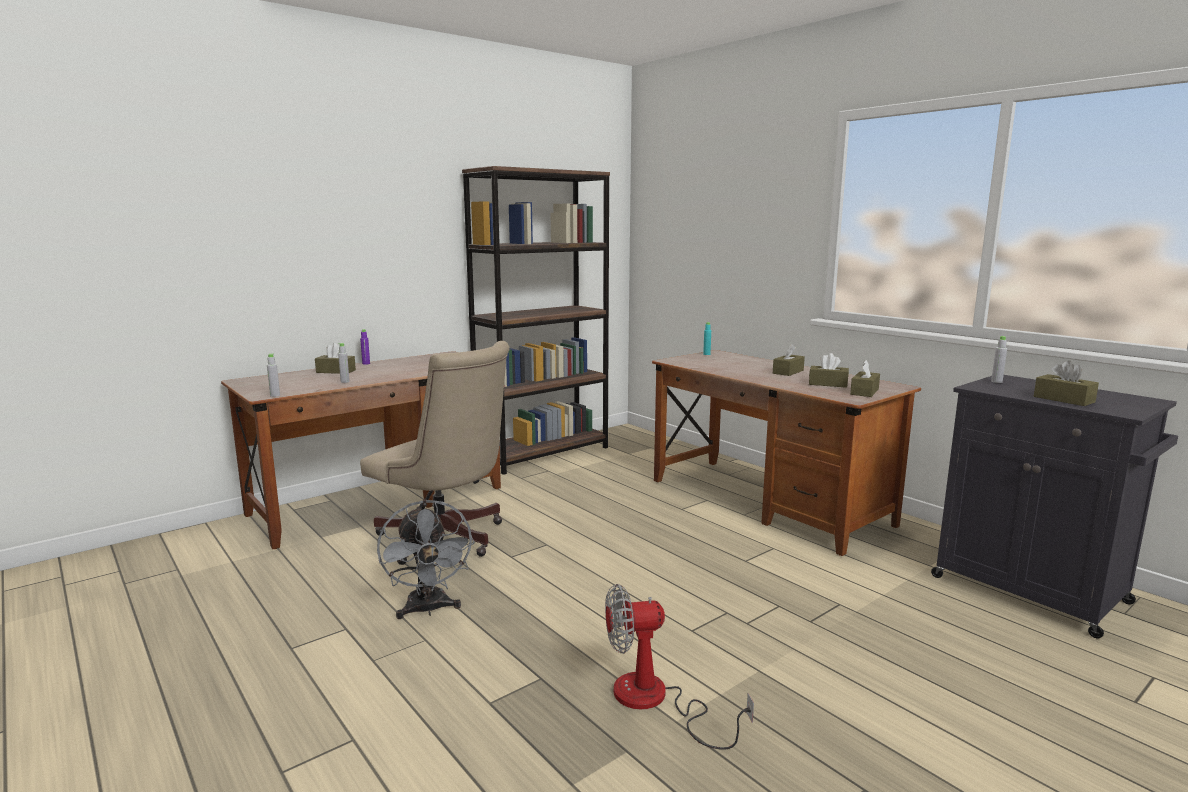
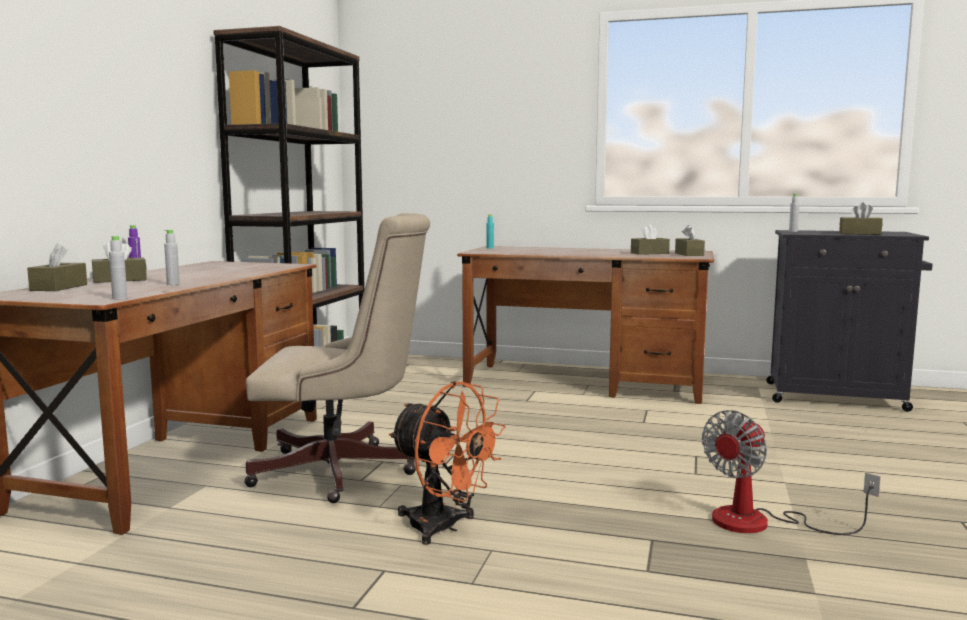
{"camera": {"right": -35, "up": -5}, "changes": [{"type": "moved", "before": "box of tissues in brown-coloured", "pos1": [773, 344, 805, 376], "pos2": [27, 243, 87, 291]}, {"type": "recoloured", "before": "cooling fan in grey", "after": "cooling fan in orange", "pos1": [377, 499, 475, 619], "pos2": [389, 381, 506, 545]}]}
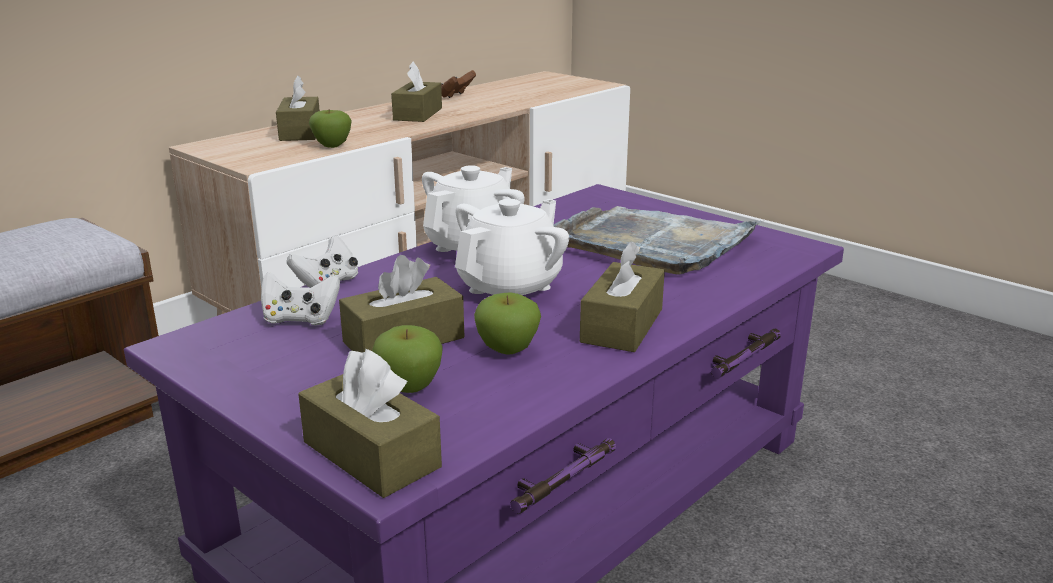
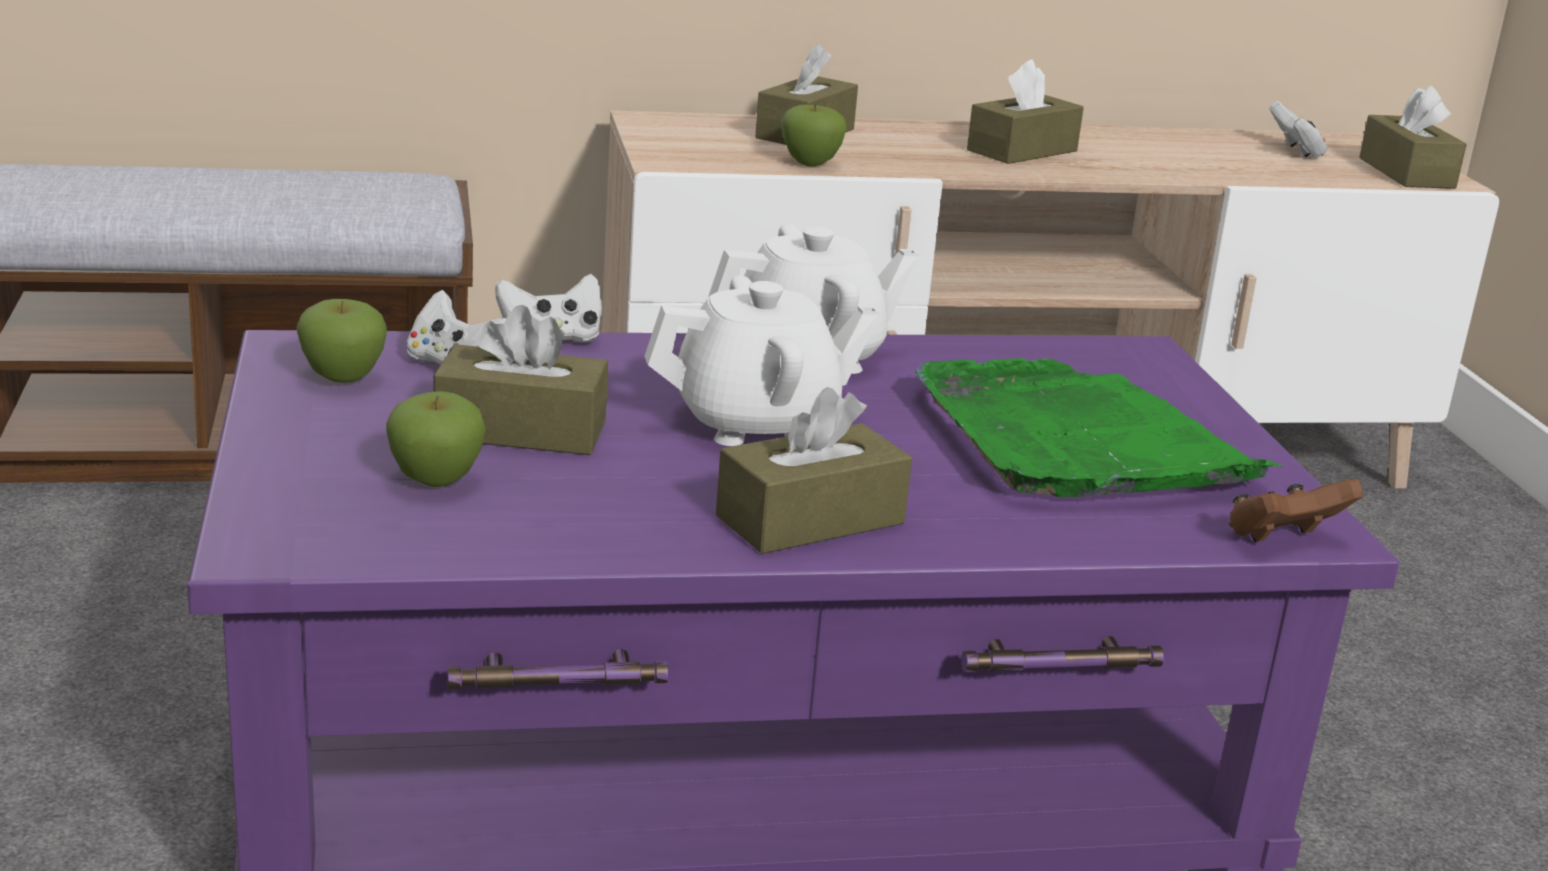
{"camera": {"right": 35, "up": 0}, "changes": [{"type": "moved", "before": "joypad in brown-coloured", "pos1": [441, 70, 476, 98], "pos2": [1229, 479, 1363, 542]}, {"type": "recoloured", "before": "carrying tray in grey", "after": "carrying tray in green-coloured", "pos1": [553, 206, 763, 275], "pos2": [915, 357, 1282, 497]}, {"type": "moved", "before": "whole apple", "pos1": [474, 292, 541, 354], "pos2": [297, 299, 387, 382]}, {"type": "moved", "before": "box of tissues in brown-coloured", "pos1": [298, 349, 442, 498], "pos2": [1359, 85, 1467, 189]}, {"type": "added", "after": "joypad in white", "pos2": [1269, 101, 1327, 158]}]}
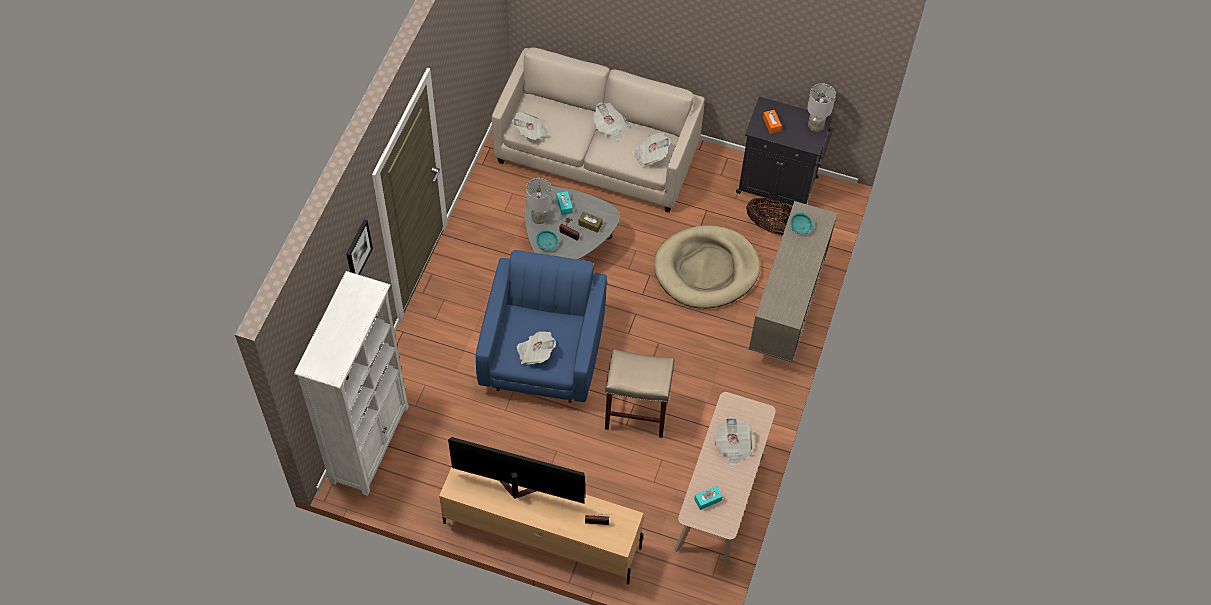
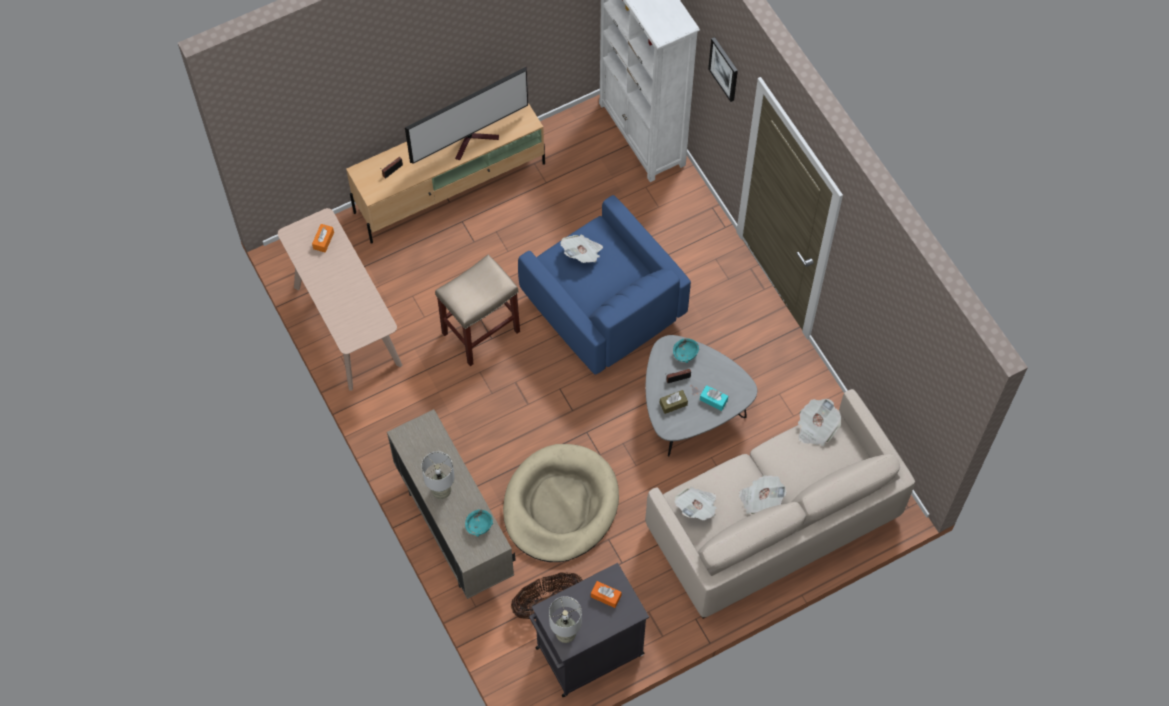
{"camera": {"right": 135, "up": 5}, "changes": [{"type": "moved", "before": "table lamp in grey", "pos1": [526, 178, 552, 224], "pos2": [421, 451, 455, 499]}, {"type": "removed", "before": "printed paper", "pos1": [715, 416, 753, 466]}, {"type": "recoloured", "before": "box of tissues in turquoise-coloured", "after": "box of tissues in orange", "pos1": [694, 486, 723, 510], "pos2": [312, 224, 334, 253]}]}
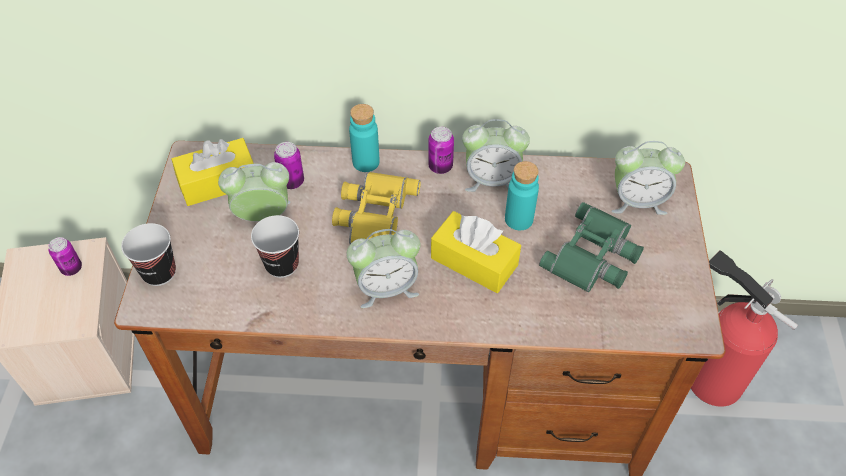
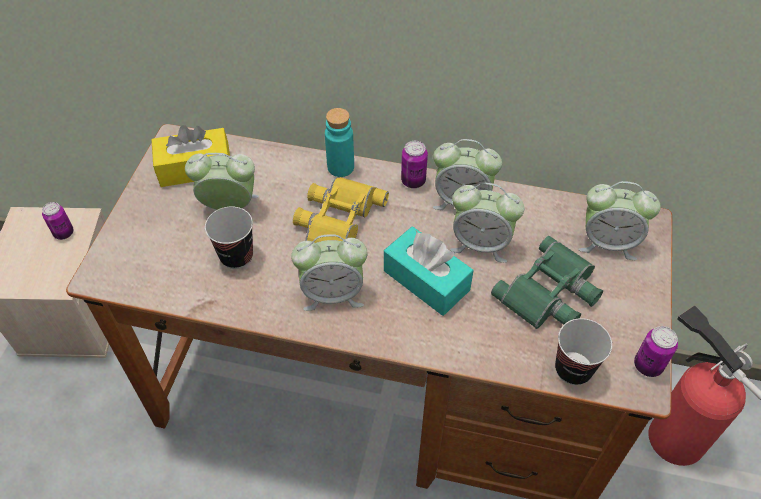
{"camera": {"right": 10, "up": 0}, "changes": [{"type": "moved", "before": "metal can", "pos1": [274, 142, 304, 189], "pos2": [634, 326, 678, 377]}, {"type": "replaced", "before": "drink bottle in turquoise-coloured", "after": "bedside clock", "pos1": [505, 161, 539, 230], "pos2": [450, 183, 524, 263]}, {"type": "recoloured", "before": "box of tissues in yellow-coloured", "after": "box of tissues in turquoise-coloured", "pos1": [431, 211, 521, 293], "pos2": [384, 227, 474, 316]}, {"type": "moved", "before": "drinking cup", "pos1": [121, 223, 176, 286], "pos2": [555, 318, 612, 385]}]}
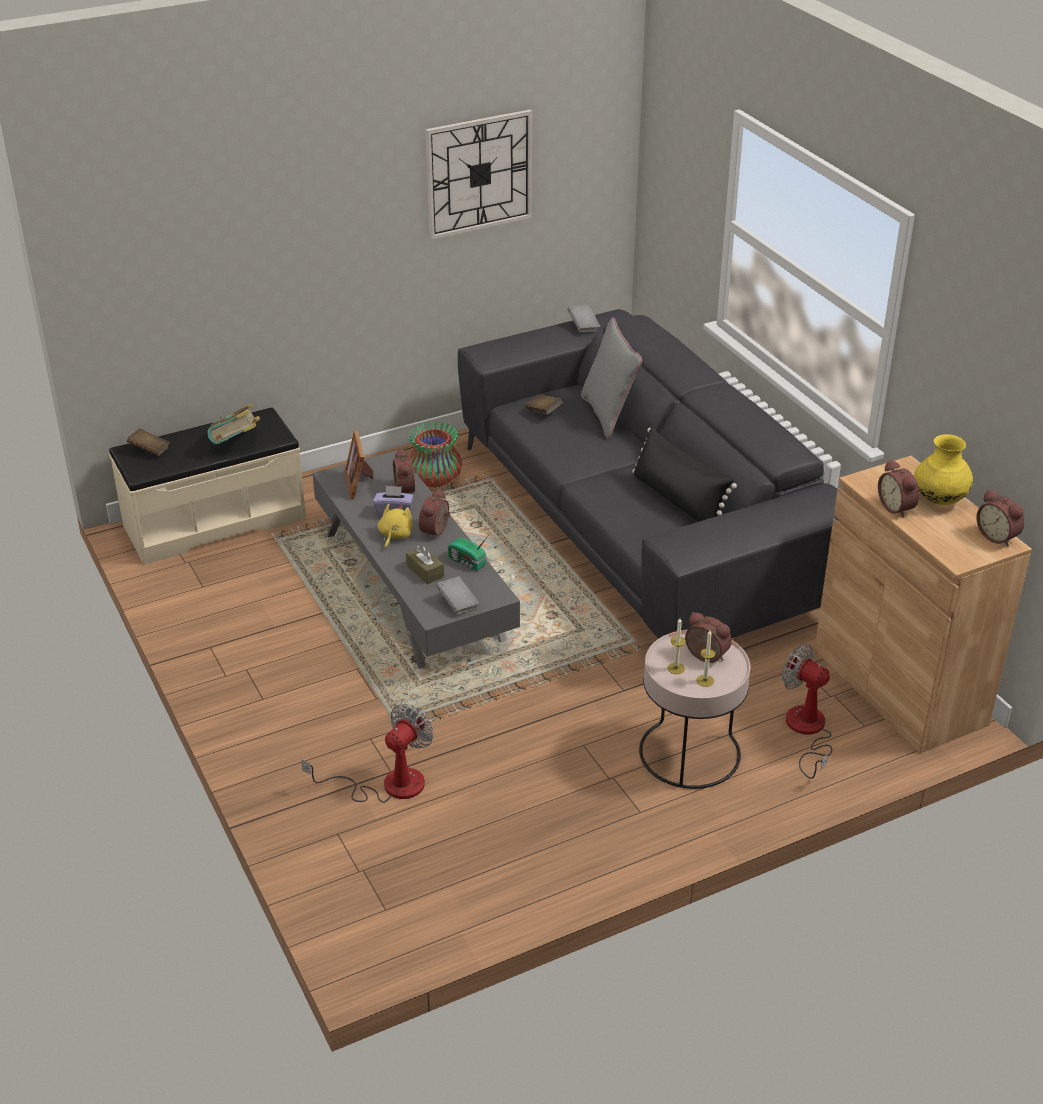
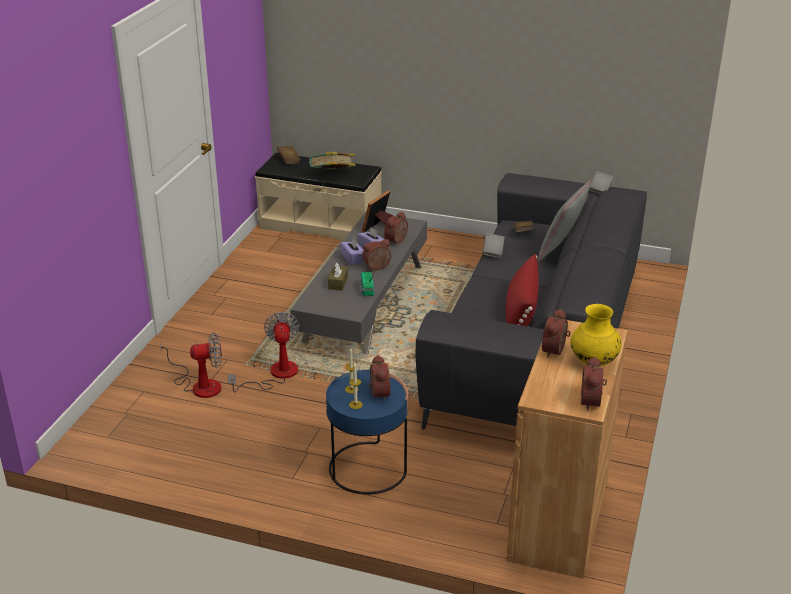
{"camera": {"right": 45, "up": -5}, "changes": [{"type": "removed", "before": "wall clock", "pos1": [425, 110, 533, 240]}, {"type": "removed", "before": "flower vase", "pos1": [408, 422, 462, 488]}, {"type": "recoloured", "before": "cushion in black", "after": "cushion in red", "pos1": [632, 427, 737, 522], "pos2": [506, 254, 539, 326]}, {"type": "replaced", "before": "cuddly toy in yellow-coloured", "after": "box of tissues in purplish", "pos1": [378, 503, 413, 549], "pos2": [340, 237, 364, 265]}, {"type": "moved", "before": "book in grey", "pos1": [436, 576, 479, 614], "pos2": [482, 233, 505, 258]}, {"type": "recoloured", "before": "side table in pink-coloured", "after": "side table in blue-coloured", "pos1": [639, 630, 750, 789], "pos2": [326, 370, 408, 494]}, {"type": "moved", "before": "cooling fan", "pos1": [782, 644, 832, 779], "pos2": [228, 312, 300, 392]}]}
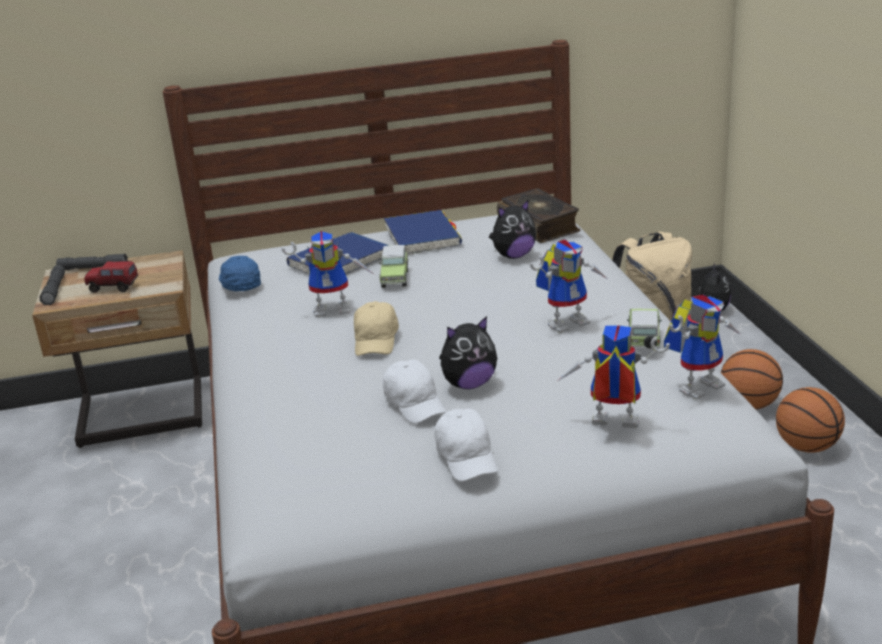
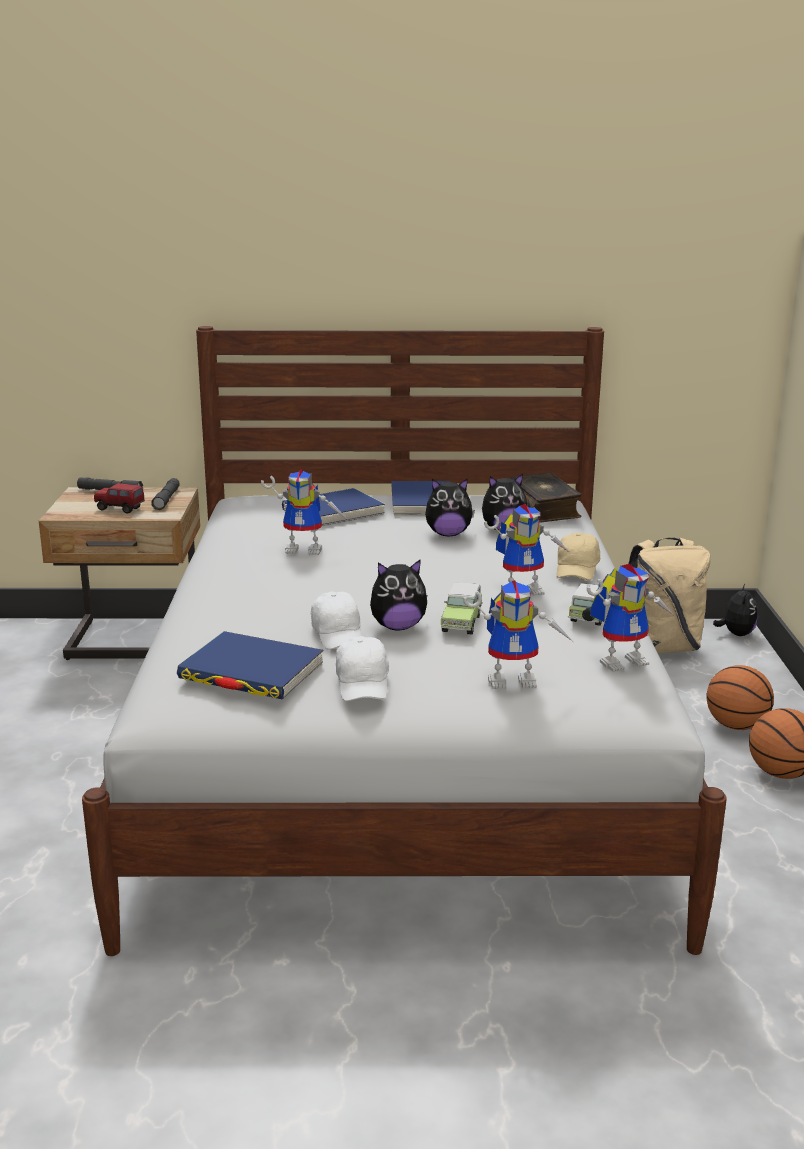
{"camera": {"right": 10, "up": -5}, "changes": [{"type": "moved", "before": "miniature car", "pos1": [379, 245, 408, 288], "pos2": [441, 582, 483, 635]}, {"type": "removed", "before": "peaked cap in blue-coloured", "pos1": [219, 256, 261, 291]}, {"type": "moved", "before": "torch in grey", "pos1": [40, 265, 65, 305], "pos2": [151, 478, 180, 510]}, {"type": "moved", "before": "peaked cap in beige-coloured", "pos1": [354, 301, 399, 356], "pos2": [556, 532, 600, 581]}, {"type": "turned", "before": "toy robot", "pos1": [558, 325, 670, 428], "pos2": [463, 580, 572, 689], "turn": 150}, {"type": "added", "after": "cuddly toy", "pos2": [425, 478, 475, 536]}, {"type": "added", "after": "book in blue-coloured", "pos2": [177, 631, 323, 699]}]}
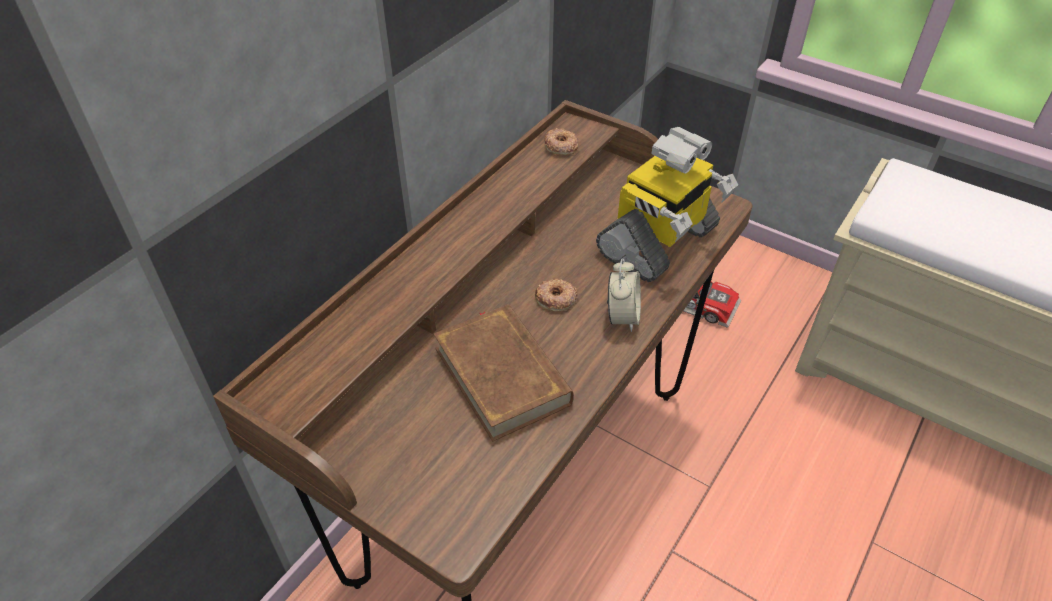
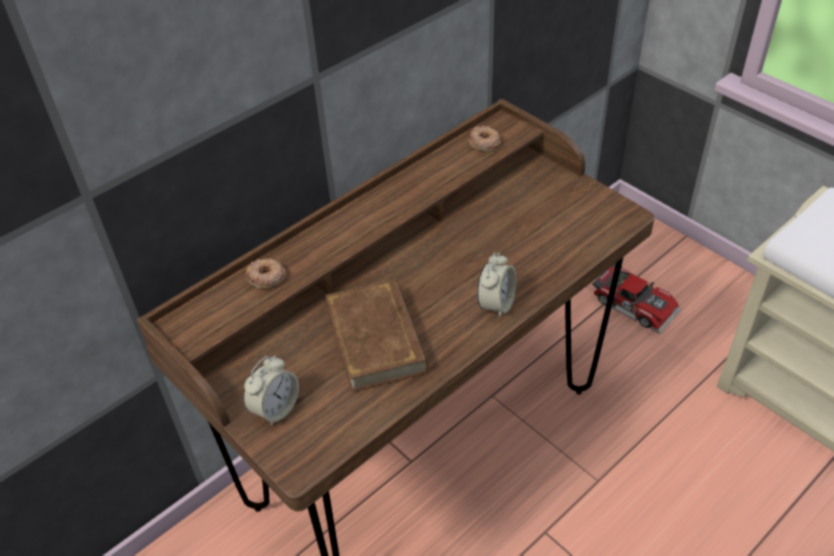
{"camera": {"right": 15, "up": 0}, "changes": [{"type": "removed", "before": "toy robot", "pos1": [596, 127, 738, 282]}, {"type": "moved", "before": "ring doughnut", "pos1": [535, 279, 578, 311], "pos2": [245, 258, 286, 289]}, {"type": "added", "after": "bedside clock", "pos2": [243, 356, 299, 426]}]}
